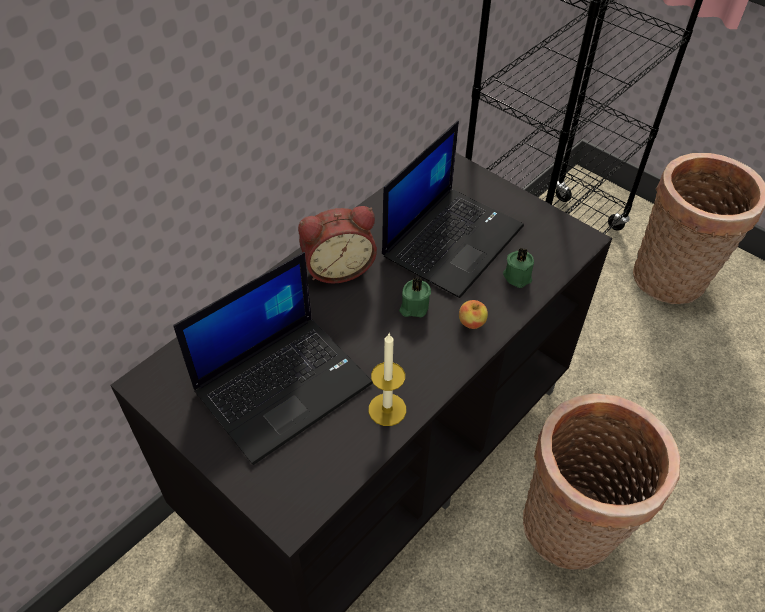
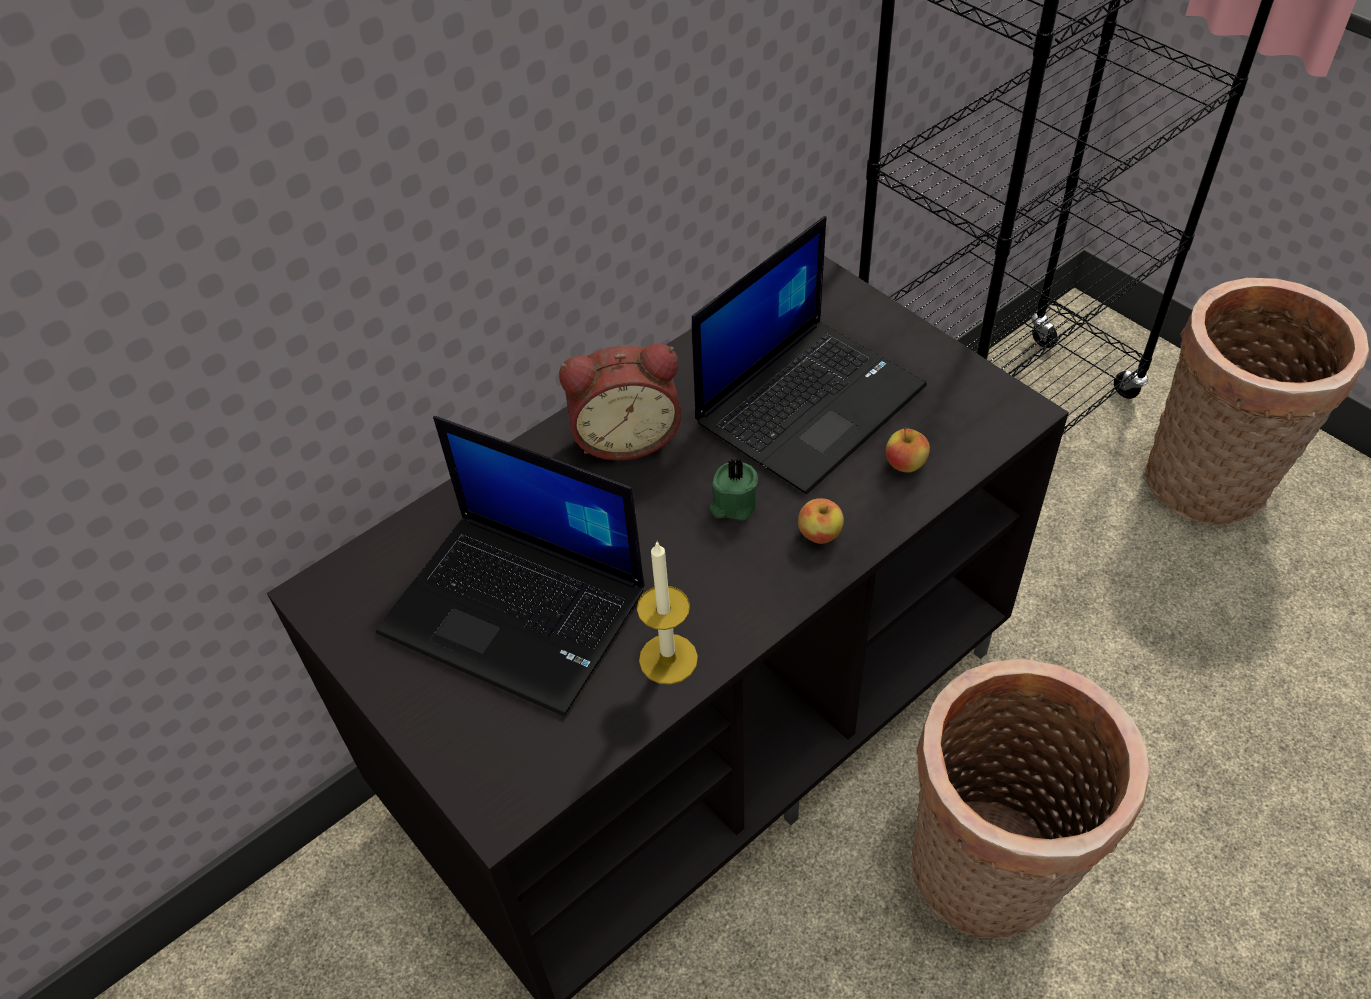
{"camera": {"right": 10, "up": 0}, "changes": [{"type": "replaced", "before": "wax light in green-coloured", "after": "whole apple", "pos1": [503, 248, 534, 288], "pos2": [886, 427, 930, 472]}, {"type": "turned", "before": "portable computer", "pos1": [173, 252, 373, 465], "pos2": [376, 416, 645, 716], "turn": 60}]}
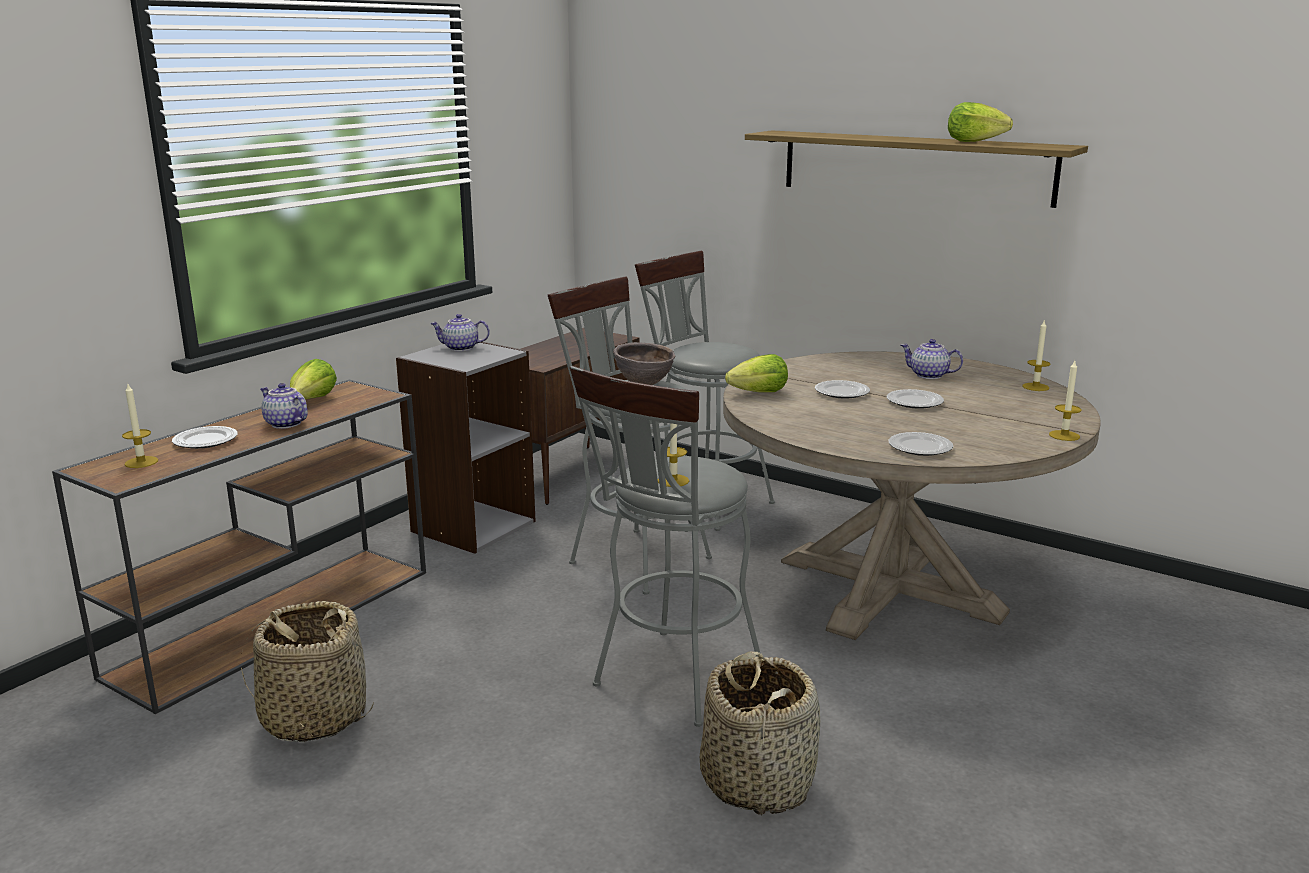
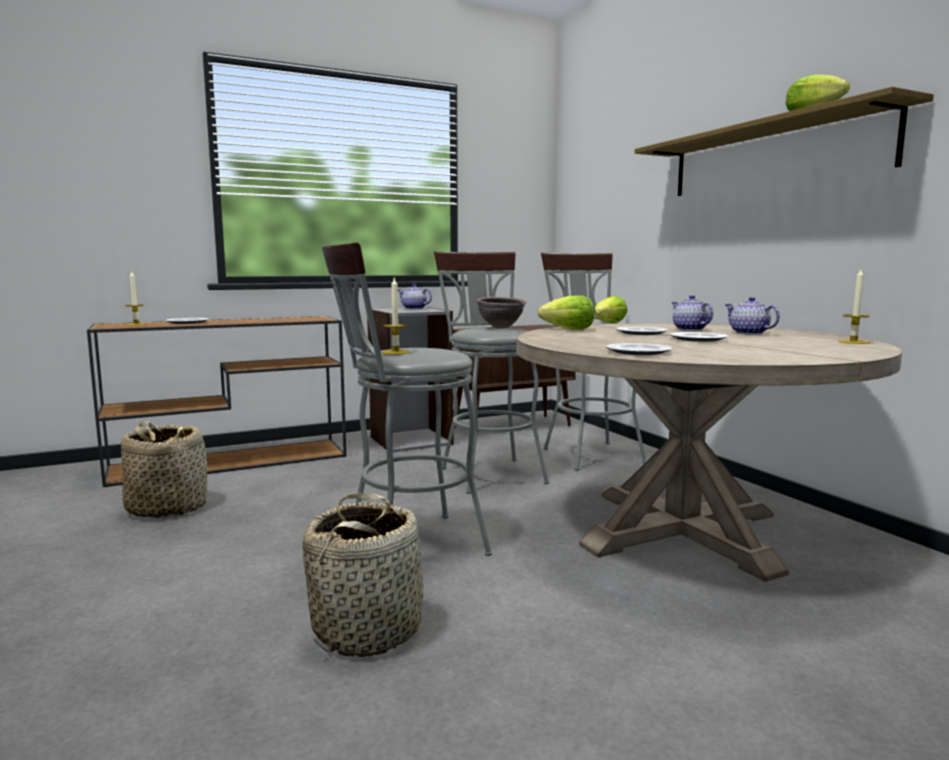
{"camera": {"right": 30, "up": -10}, "changes": [{"type": "moved", "before": "lettuce", "pos1": [290, 359, 337, 399], "pos2": [594, 295, 628, 323]}, {"type": "removed", "before": "wax light", "pos1": [1049, 361, 1081, 441]}, {"type": "moved", "before": "teapot", "pos1": [260, 383, 308, 429], "pos2": [672, 295, 713, 331]}]}
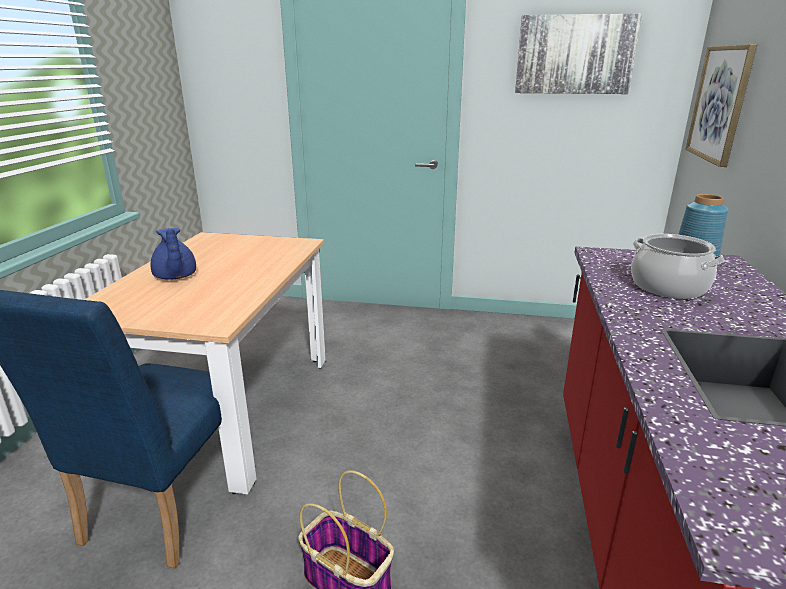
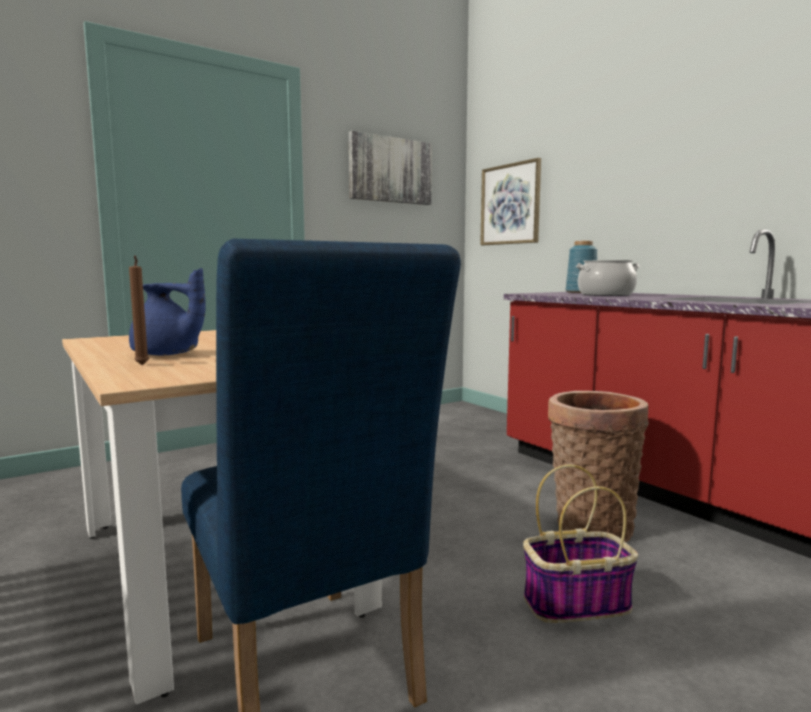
{"camera": {"right": -45, "up": -15}, "changes": [{"type": "added", "after": "wax light in brown-coloured", "pos2": [129, 256, 149, 365]}, {"type": "added", "after": "household basket", "pos2": [548, 391, 649, 542]}]}
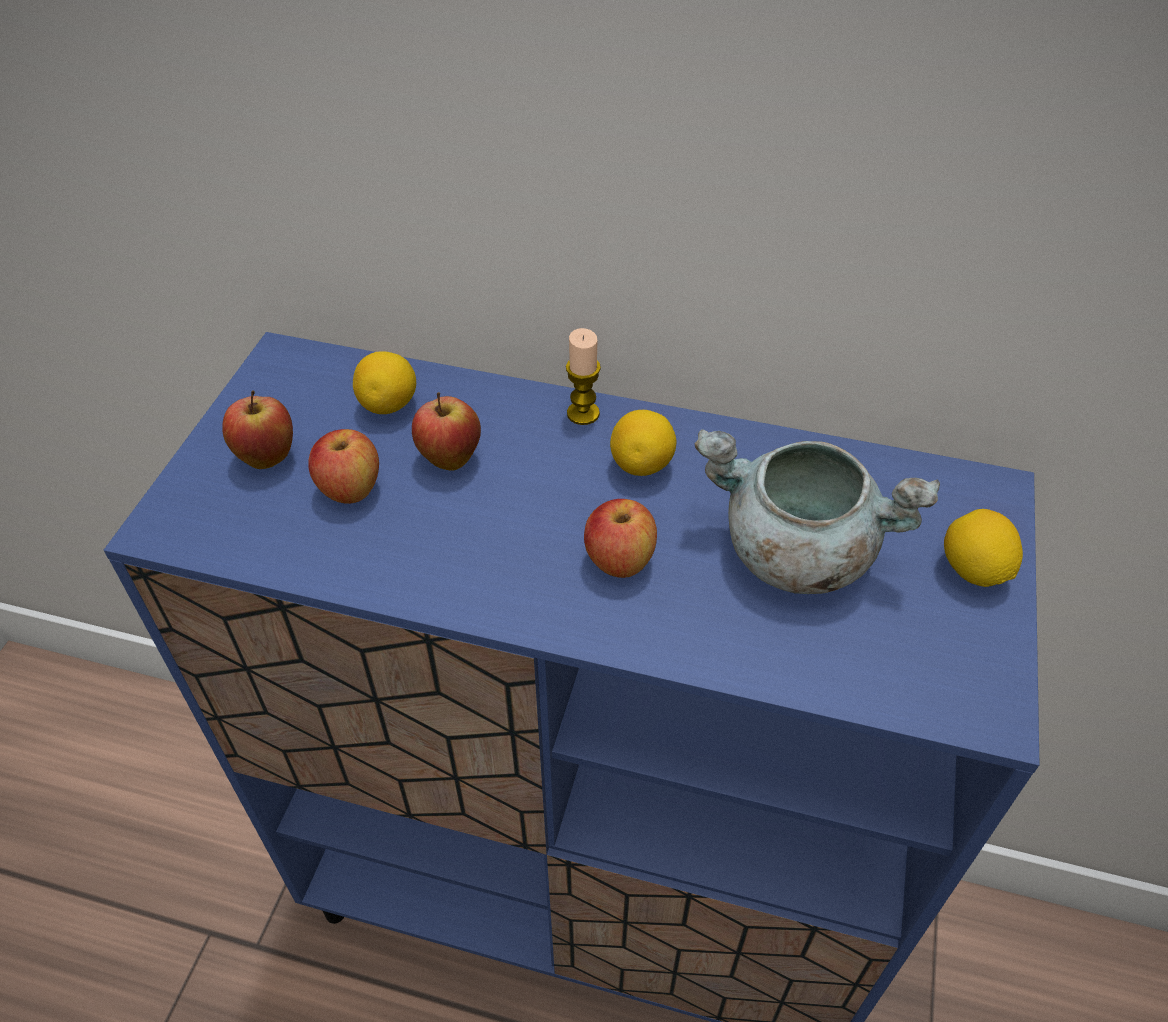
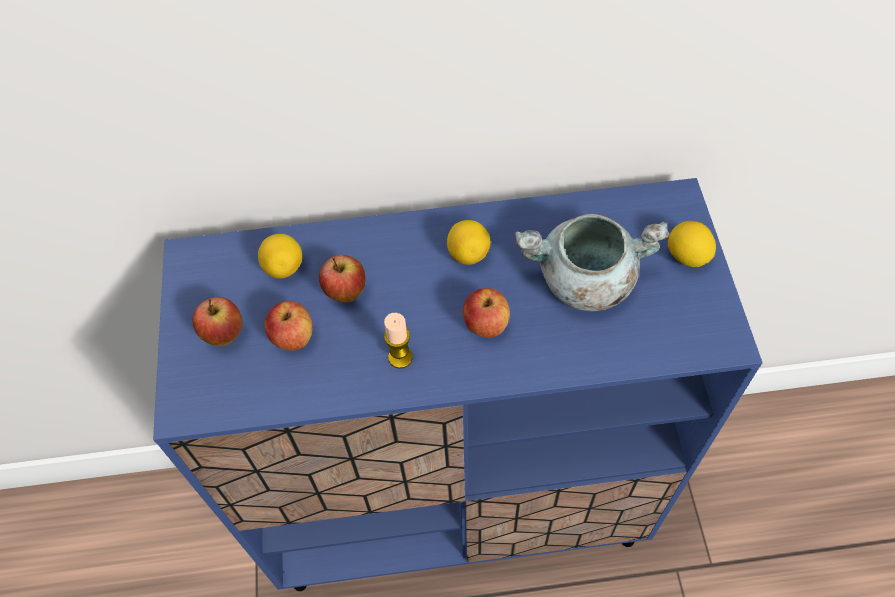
{"camera": {"right": -20, "up": 10}, "changes": [{"type": "moved", "before": "wax light", "pos1": [566, 328, 601, 425], "pos2": [384, 313, 413, 369]}]}
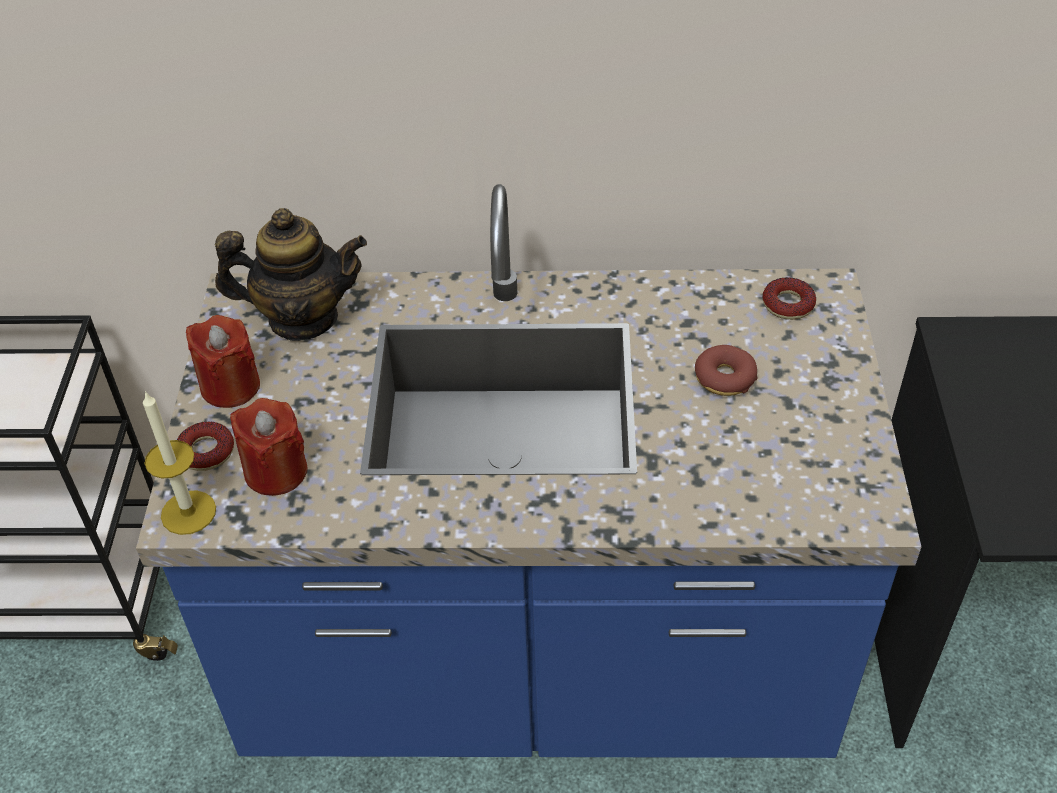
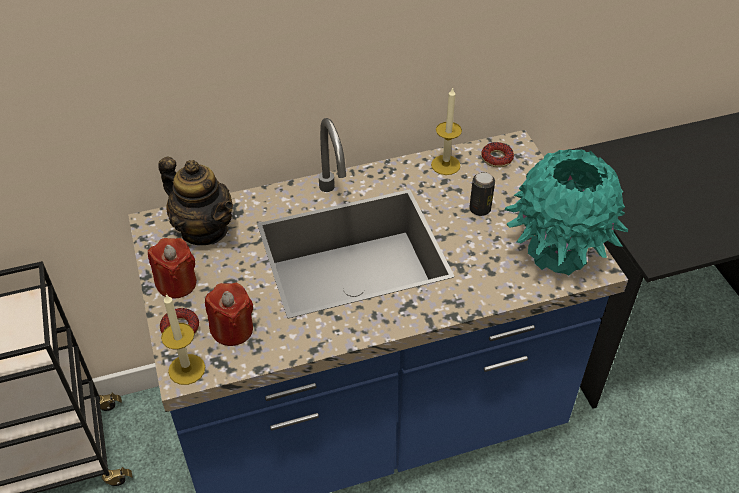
{"camera": {"right": -20, "up": 0}, "changes": [{"type": "turned", "before": "teapot", "pos1": [215, 208, 367, 341], "pos2": [158, 157, 233, 245], "turn": 60}, {"type": "replaced", "before": "ring doughnut", "after": "metal can", "pos1": [695, 345, 757, 396], "pos2": [469, 172, 495, 216]}, {"type": "added", "after": "wax light", "pos2": [431, 87, 462, 175]}, {"type": "added", "after": "flower vase in turquoise-coloured", "pos2": [505, 149, 628, 275]}]}
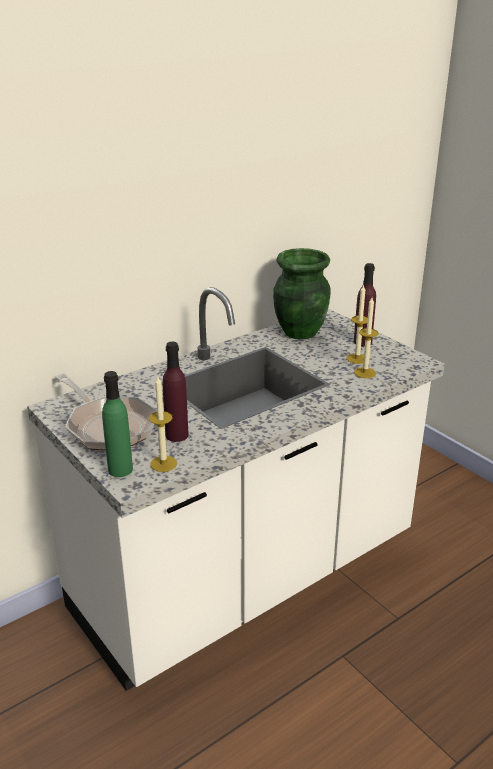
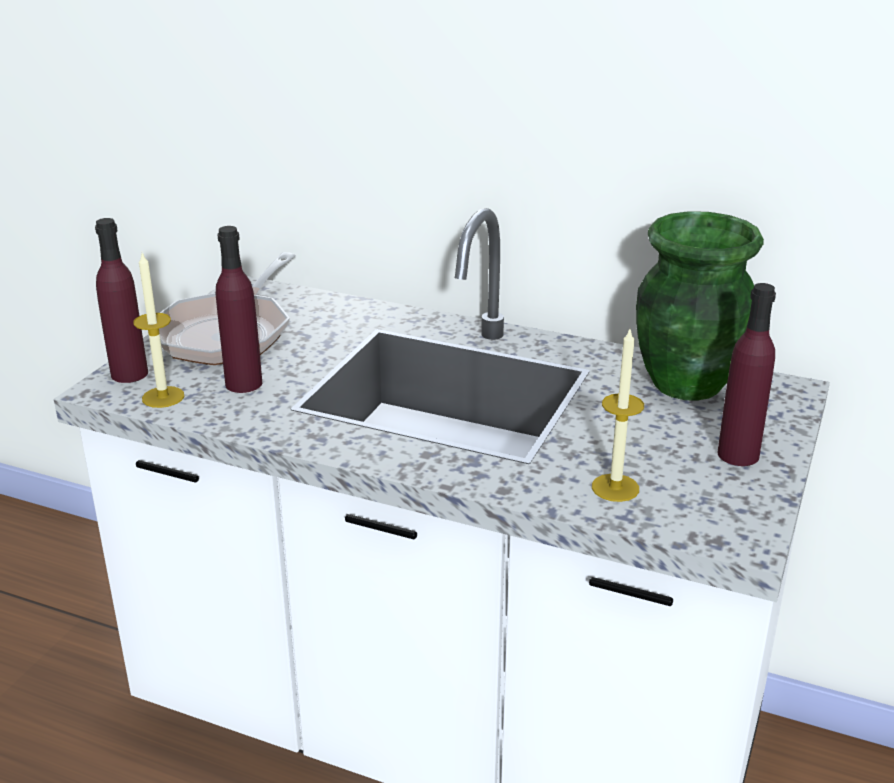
{"camera": {"right": 60, "up": 0}, "changes": [{"type": "removed", "before": "wax light", "pos1": [347, 284, 368, 364]}, {"type": "recoloured", "before": "drink bottle in green-coloured", "after": "drink bottle in purplish", "pos1": [102, 371, 133, 477], "pos2": [95, 218, 148, 383]}]}
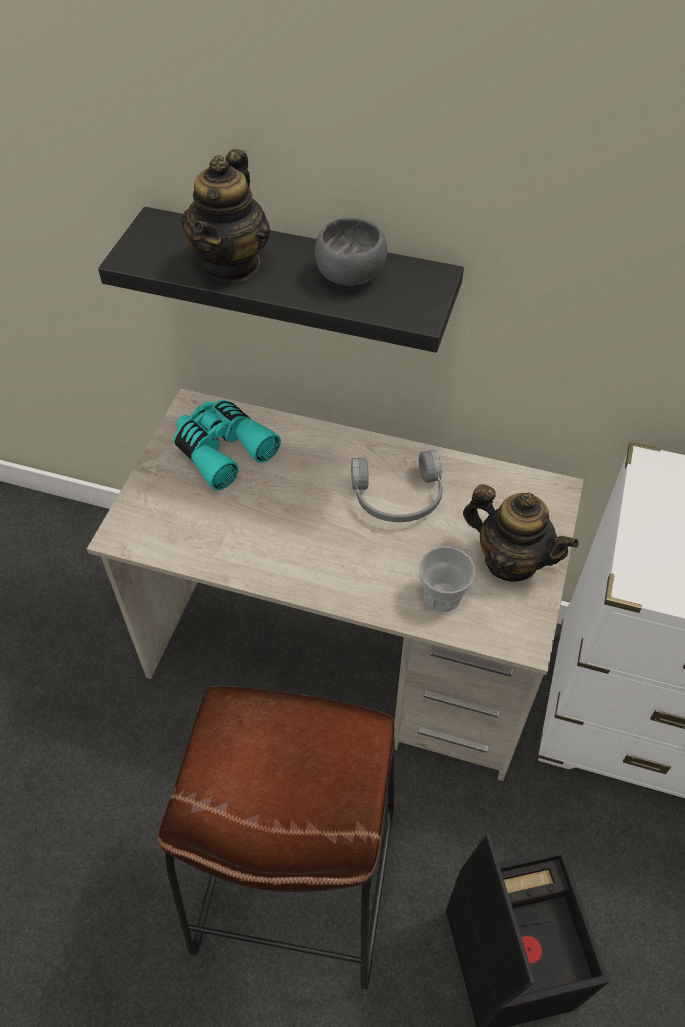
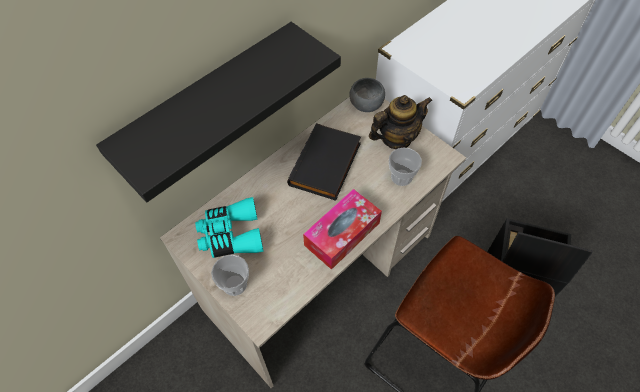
{"camera": {"right": -60, "up": 5}, "changes": [{"type": "removed", "before": "teapot", "pos1": [181, 149, 271, 282]}, {"type": "moved", "before": "serving bowl in grey", "pos1": [315, 217, 387, 286], "pos2": [349, 78, 385, 112]}, {"type": "replaced", "before": "pair of headphones in grey", "after": "book in black", "pos1": [351, 450, 443, 522], "pos2": [287, 123, 361, 201]}, {"type": "added", "after": "box of tissues", "pos2": [303, 189, 382, 270]}, {"type": "added", "after": "drinking cup", "pos2": [211, 255, 249, 296]}]}
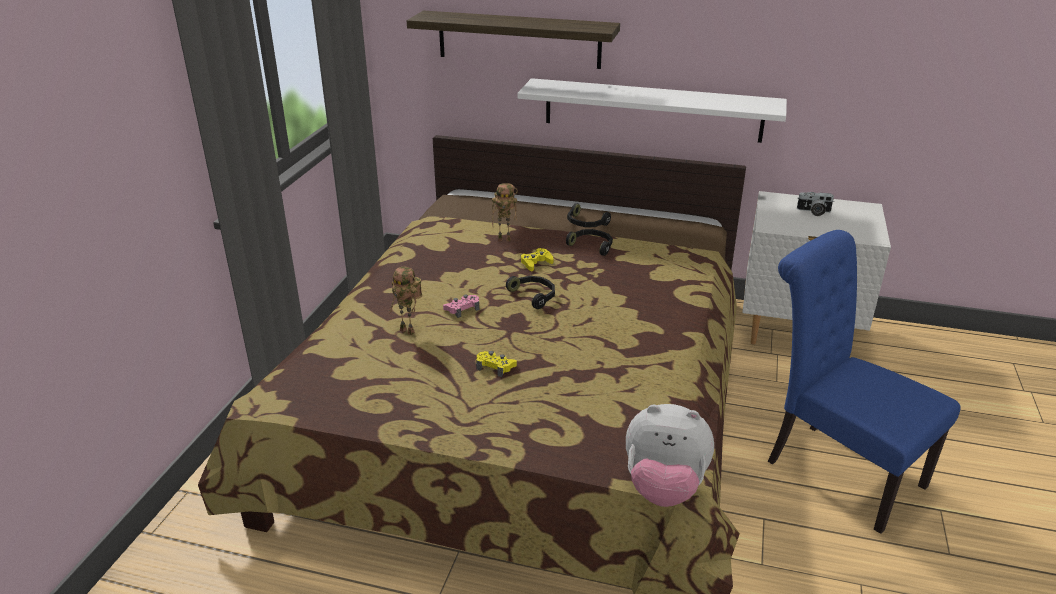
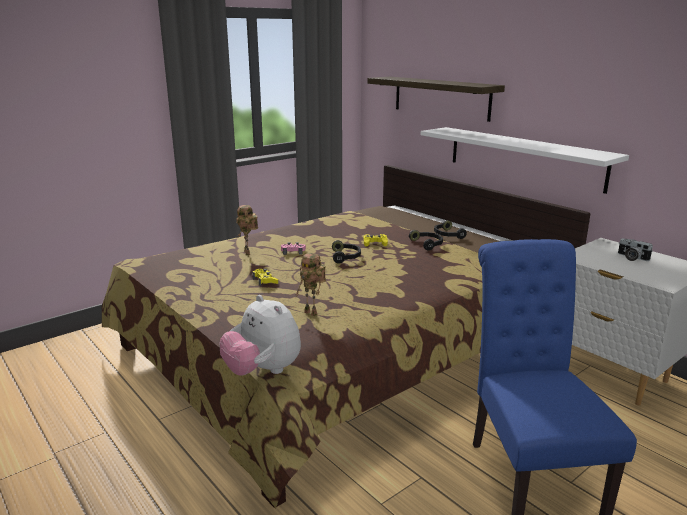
{"camera": {"right": 35, "up": -10}, "changes": [{"type": "moved", "before": "toy robot", "pos1": [492, 183, 518, 241], "pos2": [296, 253, 326, 316]}]}
